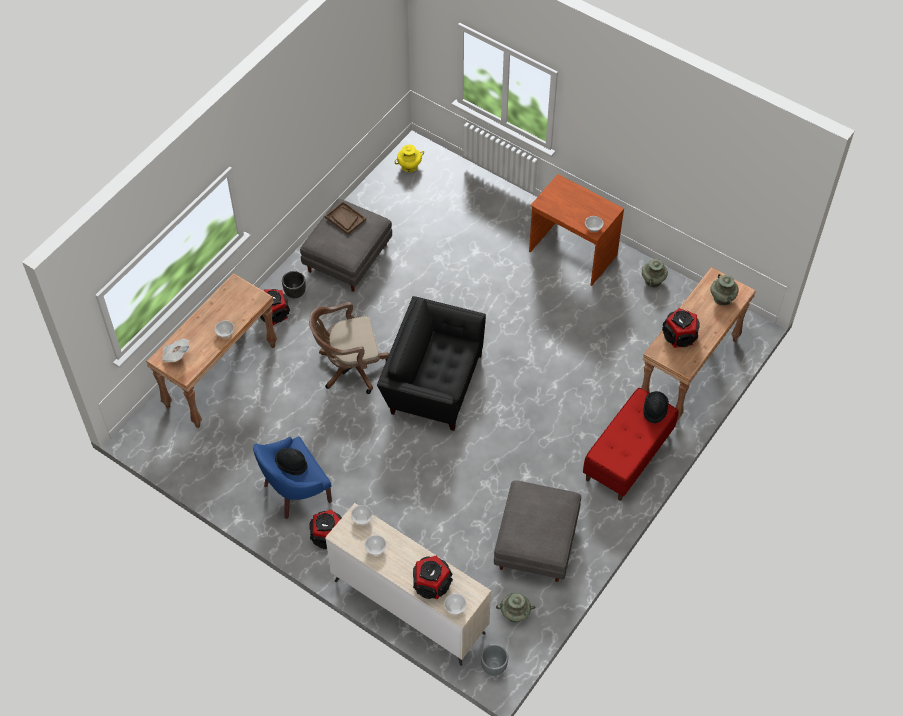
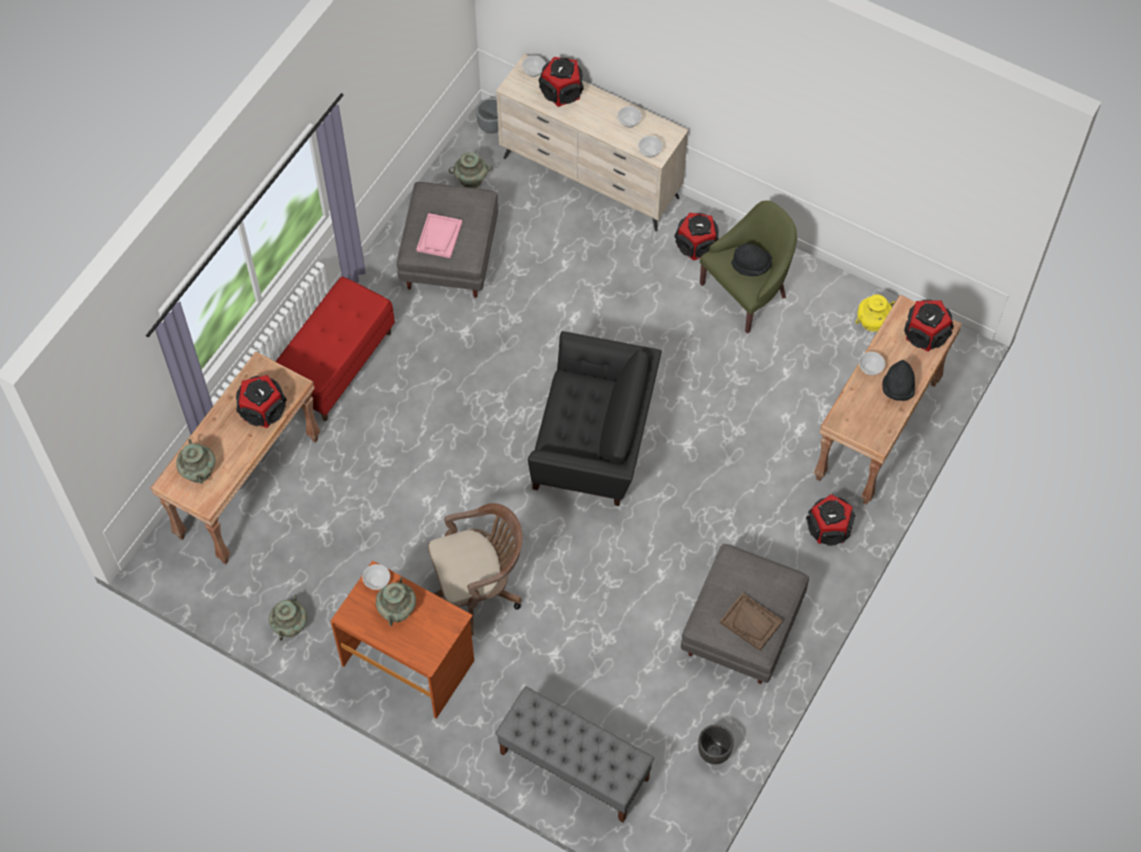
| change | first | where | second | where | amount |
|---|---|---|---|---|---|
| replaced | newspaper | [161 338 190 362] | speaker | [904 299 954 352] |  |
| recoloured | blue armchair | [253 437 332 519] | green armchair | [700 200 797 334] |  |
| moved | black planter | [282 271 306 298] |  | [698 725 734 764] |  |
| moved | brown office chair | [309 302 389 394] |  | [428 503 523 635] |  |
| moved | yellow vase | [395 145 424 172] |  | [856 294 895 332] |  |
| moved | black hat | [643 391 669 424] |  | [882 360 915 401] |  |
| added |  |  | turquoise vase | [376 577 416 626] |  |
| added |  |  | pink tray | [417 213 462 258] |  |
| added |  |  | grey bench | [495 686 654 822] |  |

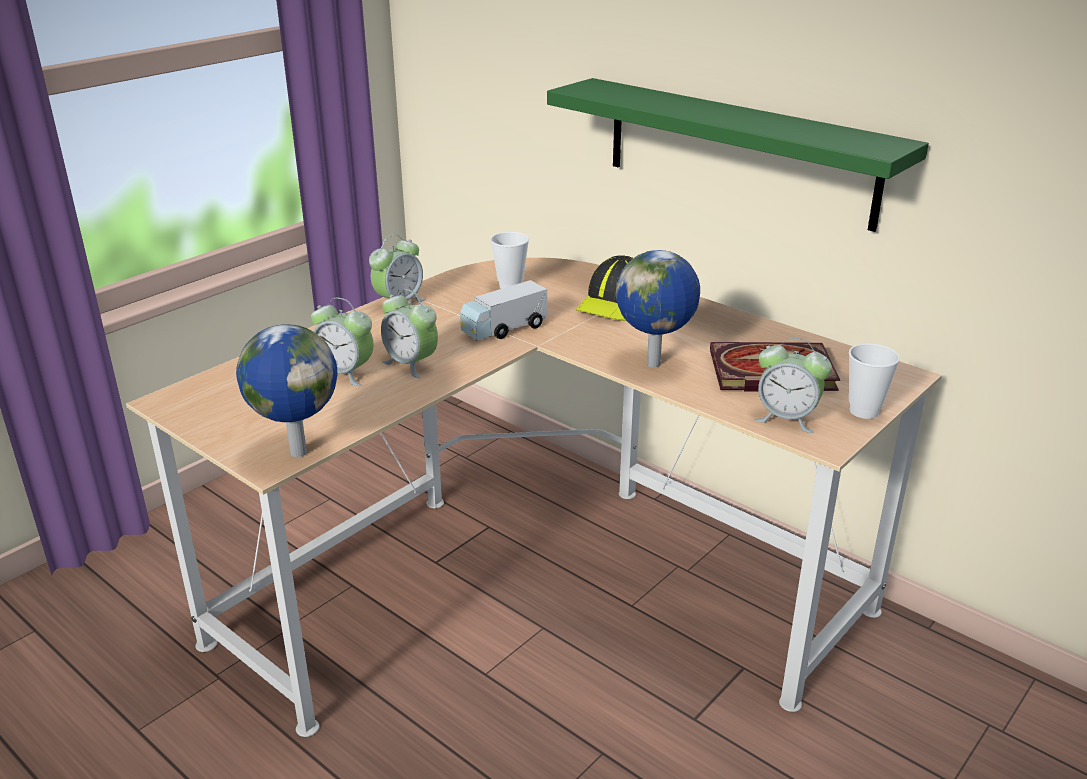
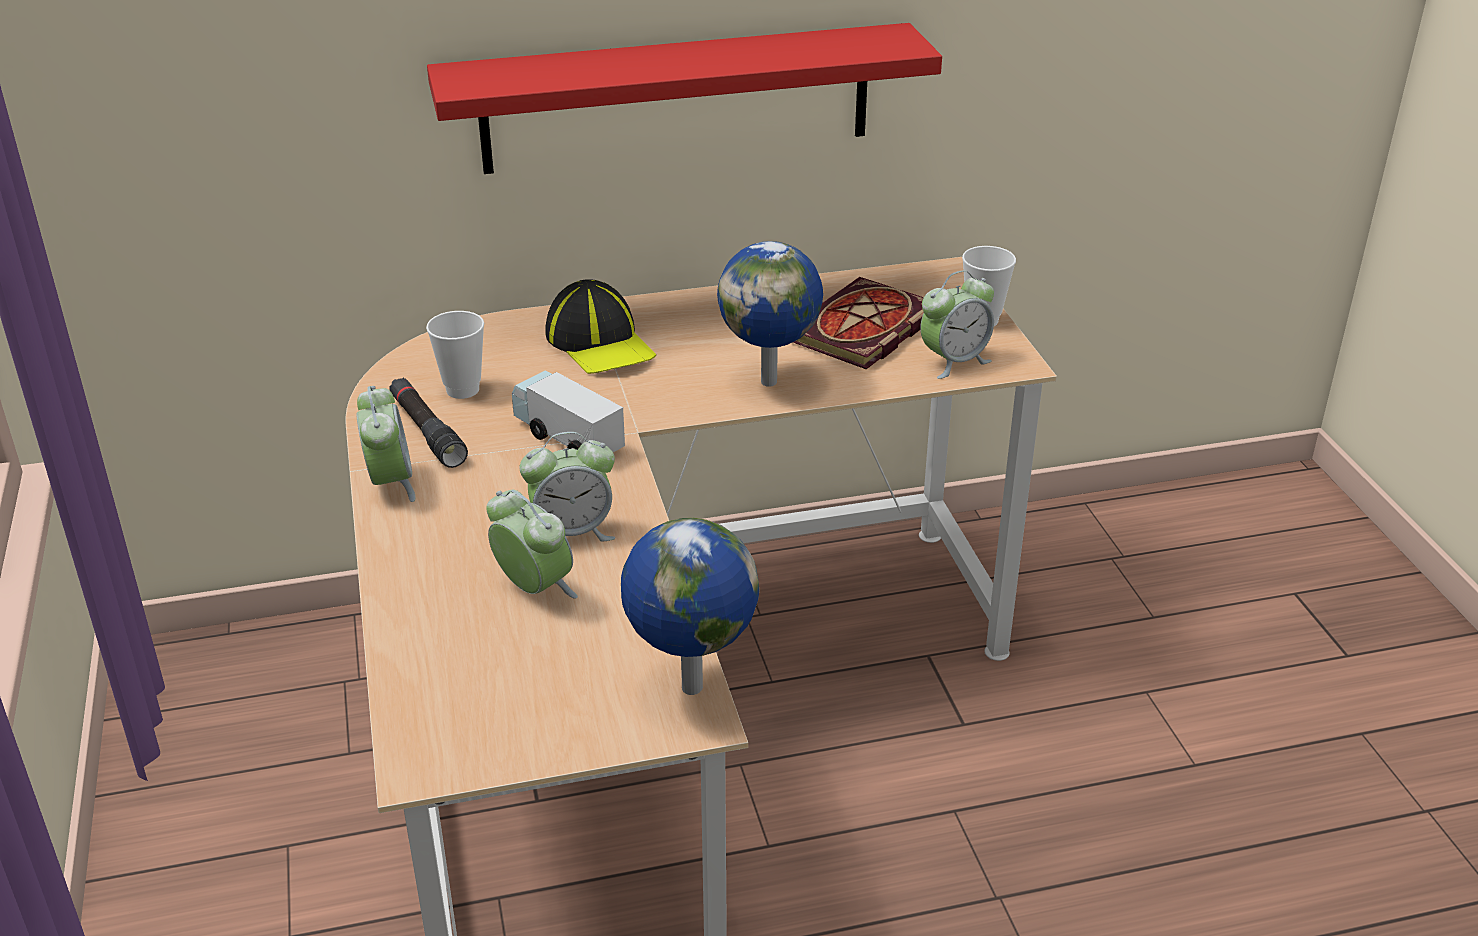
| change | first | where | second | where | amount |
|---|---|---|---|---|---|
| turned | alarm clock | [311 298 373 386] |  | [486 490 578 599] | 105 degrees counterclockwise |
| turned | toy truck | [460 280 547 340] |  | [512 370 625 452] | 135 degrees clockwise |
| recoloured | green shelf | [547 78 929 232] | red shelf | [427 23 942 174] |  |
| added |  |  | black flashlight | [389 378 468 468] |  |

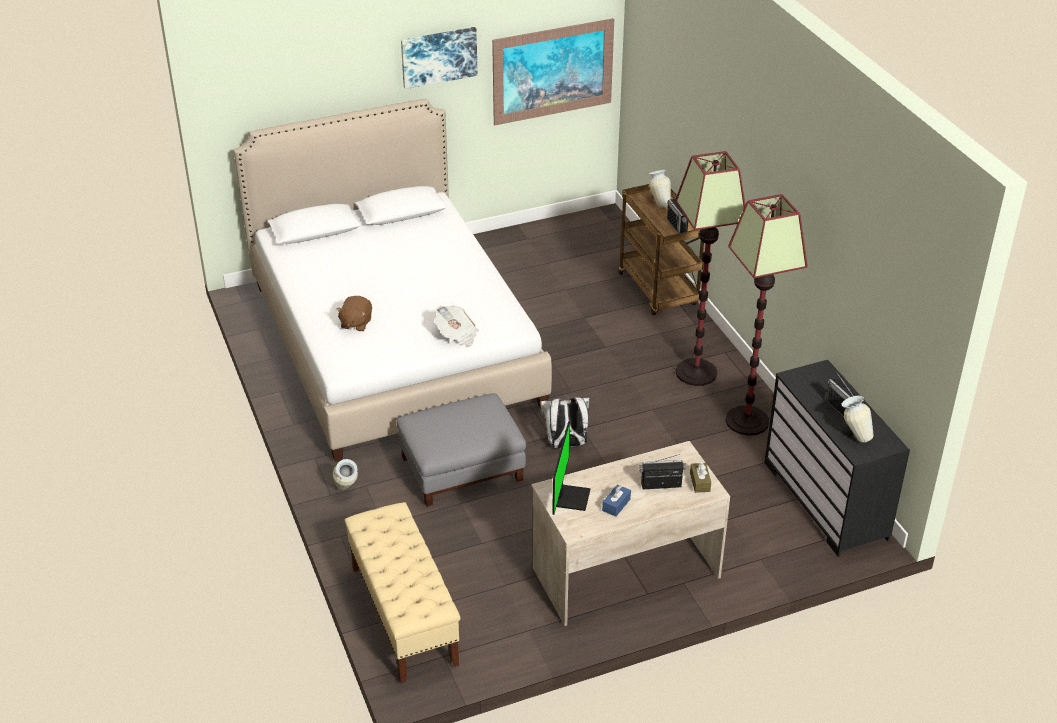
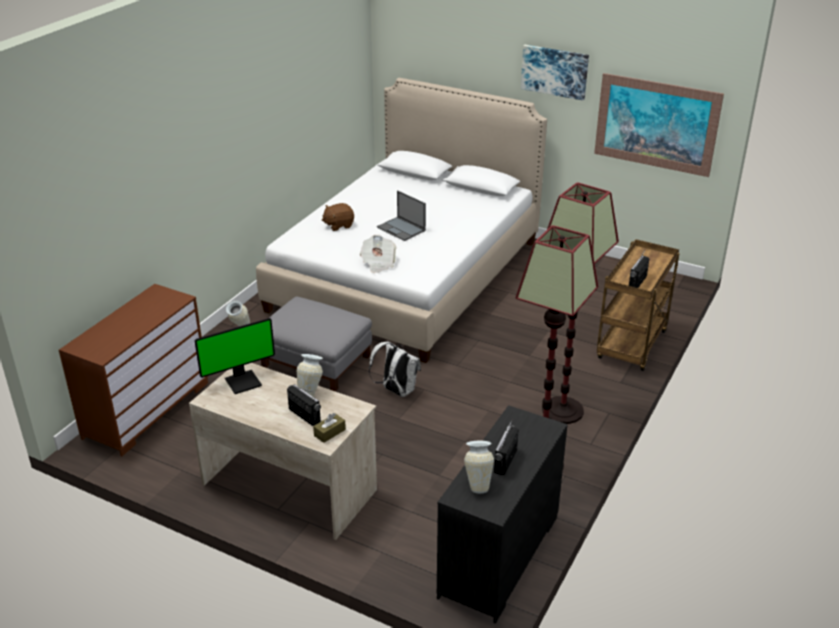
| change | first | where | second | where | amount |
|---|---|---|---|---|---|
| replaced | beige bench | [345 502 460 683] | brown dresser | [59 284 208 456] |  |
| removed | blue tissue box | [602 484 631 517] |  |  |  |
| moved | vase | [649 170 671 208] |  | [297 354 323 397] |  |
| added |  |  | laptop | [377 190 426 241] |  |

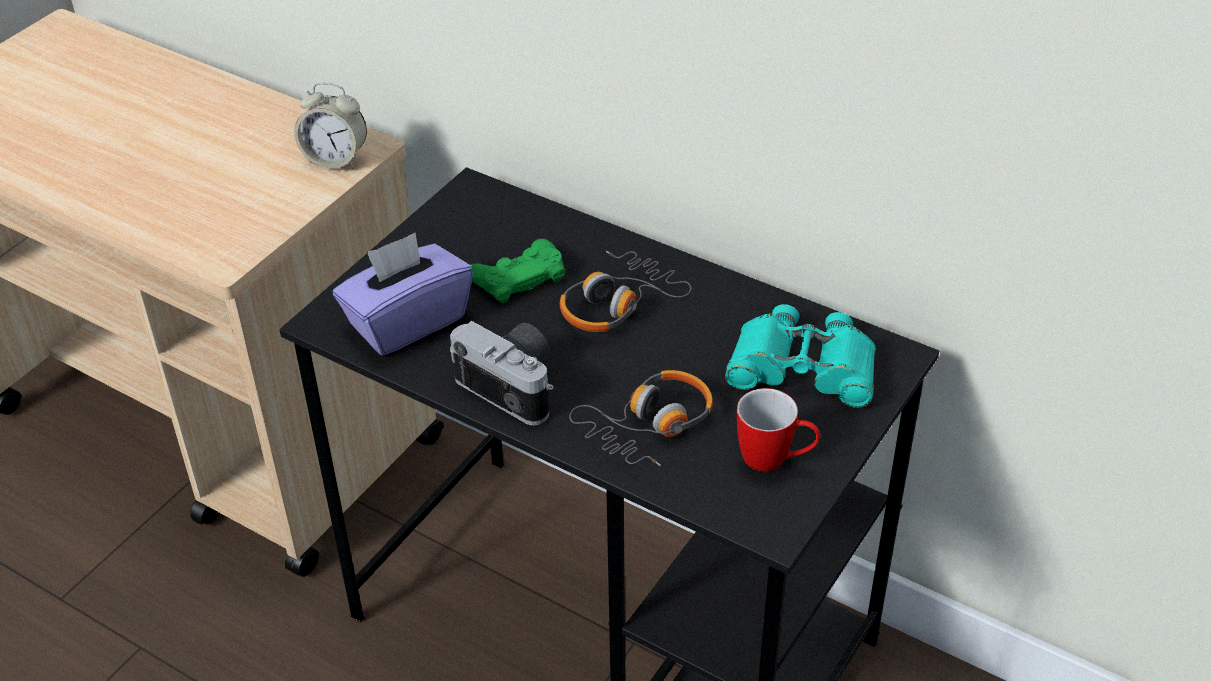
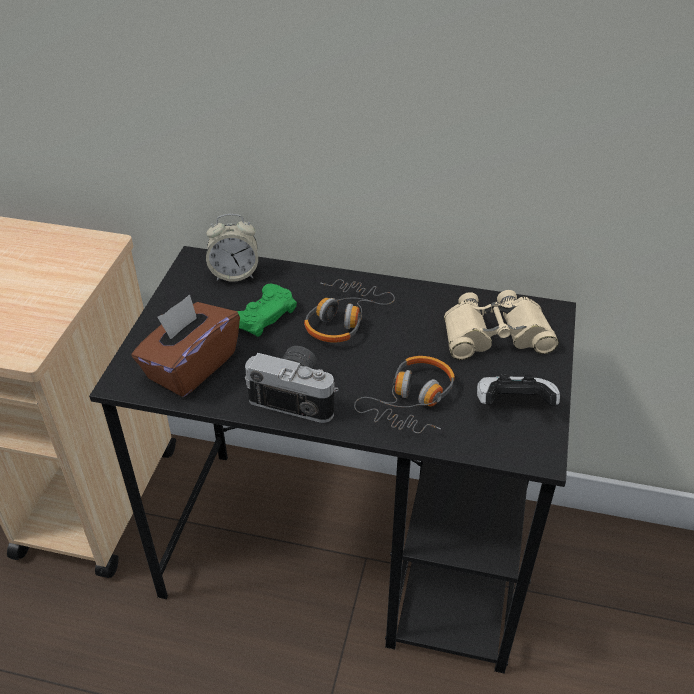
| change | first | where | second | where | amount |
|---|---|---|---|---|---|
| moved | alarm clock | [294 82 367 169] |  | [206 214 258 282] |  |
| recoloured | purple tissue box | [333 233 473 356] | brown tissue box | [132 294 240 397] |  |
| recoloured | turquoise binoculars | [725 304 876 408] | beige binoculars | [444 290 559 360] |  |
| replaced | mug | [737 388 821 472] | game controller | [477 375 560 406] |  |

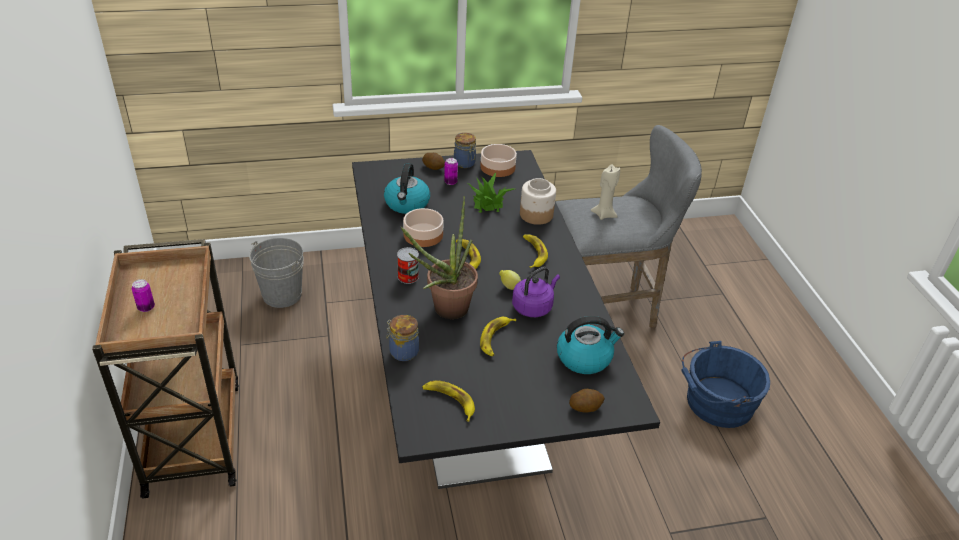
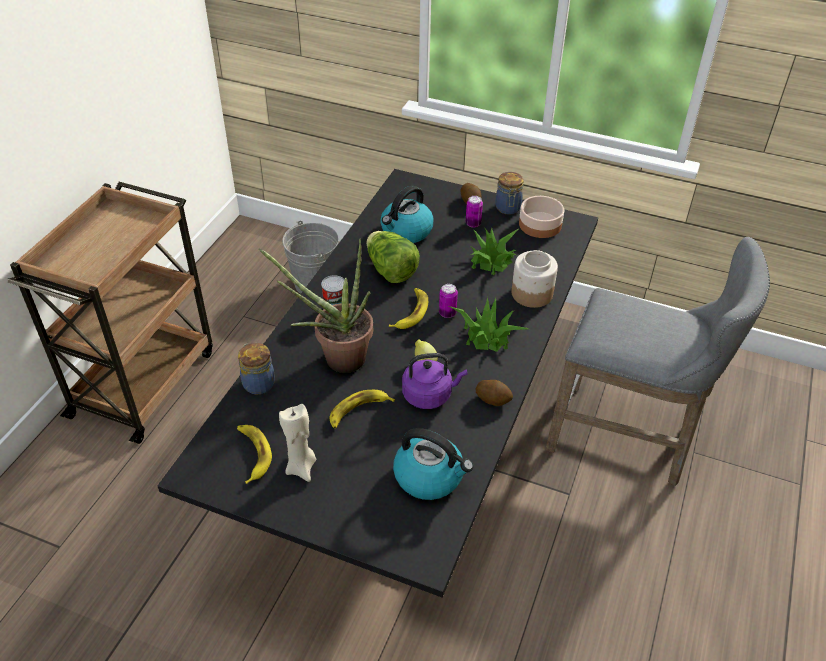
| change | first | where | second | where | amount |
|---|---|---|---|---|---|
| moved | can | [132 279 155 312] |  | [439 284 458 318] |  |
| replaced | bowl | [403 208 444 247] | lettuce | [366 231 420 283] |  |
| replaced | banana | [523 235 548 268] | potted plant | [449 298 528 352] |  |
| moved | potato | [569 389 605 412] |  | [476 380 513 406] |  |
| moved | beige candle | [591 165 620 220] |  | [279 404 316 482] |  |
| removed | blue bucket | [682 341 770 428] |  |  |  |

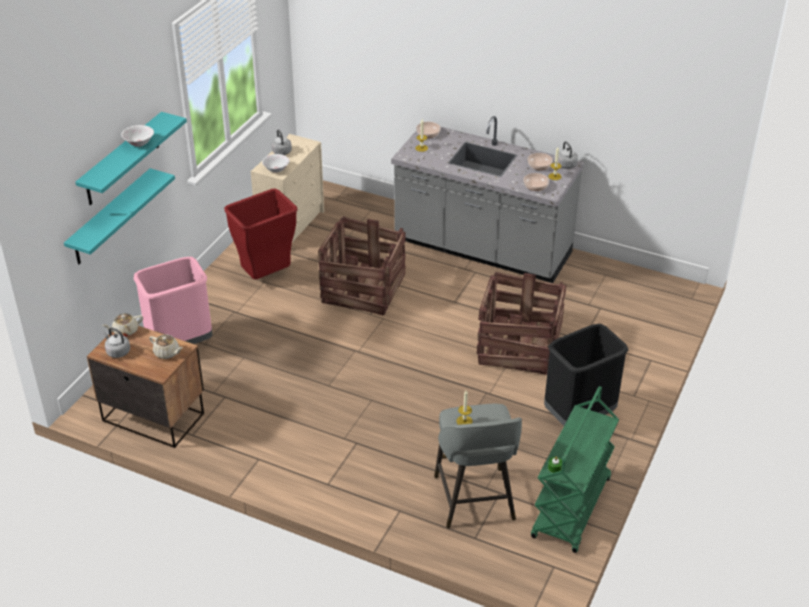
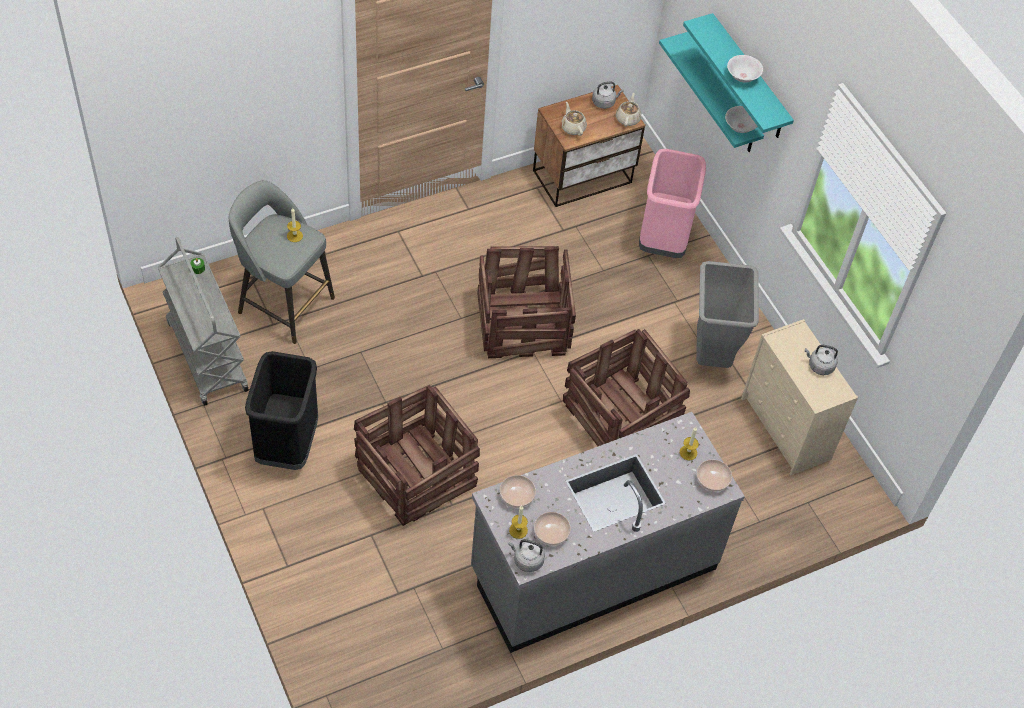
| change | first | where | second | where | amount |
|---|---|---|---|---|---|
| turned | beige teapot | [149 335 183 359] |  | [561 102 587 136] | 90 degrees clockwise |
| recoloured | red trash can | [224 189 298 279] | grey trash can | [696 261 759 368] |  |
| moved | white bowl | [262 154 290 173] |  | [725 106 758 133] |  |
| recoloured | green cart | [531 386 619 553] | grey cart | [158 237 249 406] |  |
| added |  |  | crate | [478 246 576 358] |  |

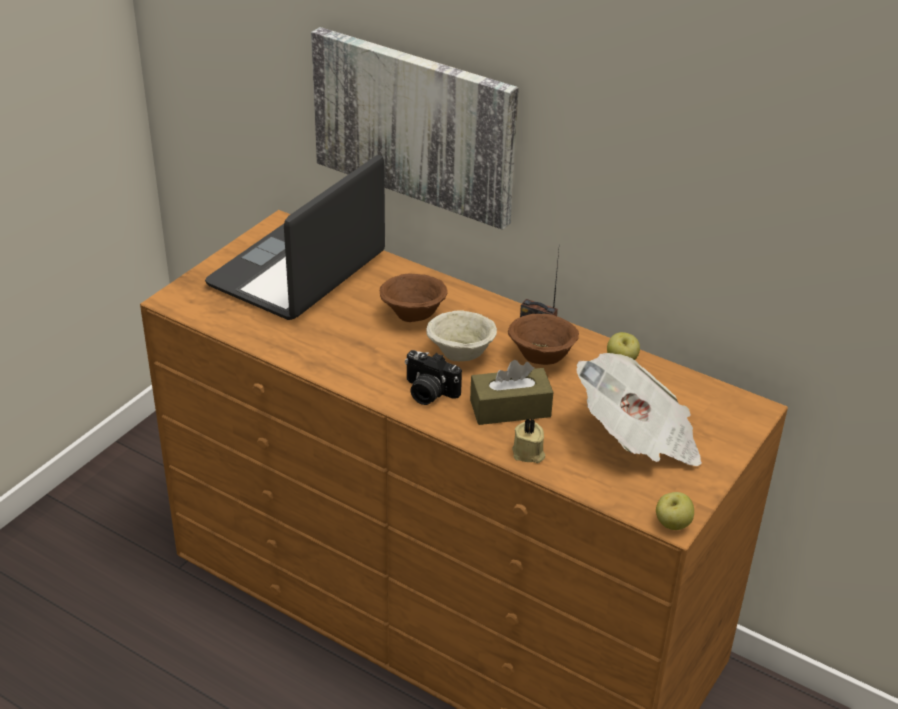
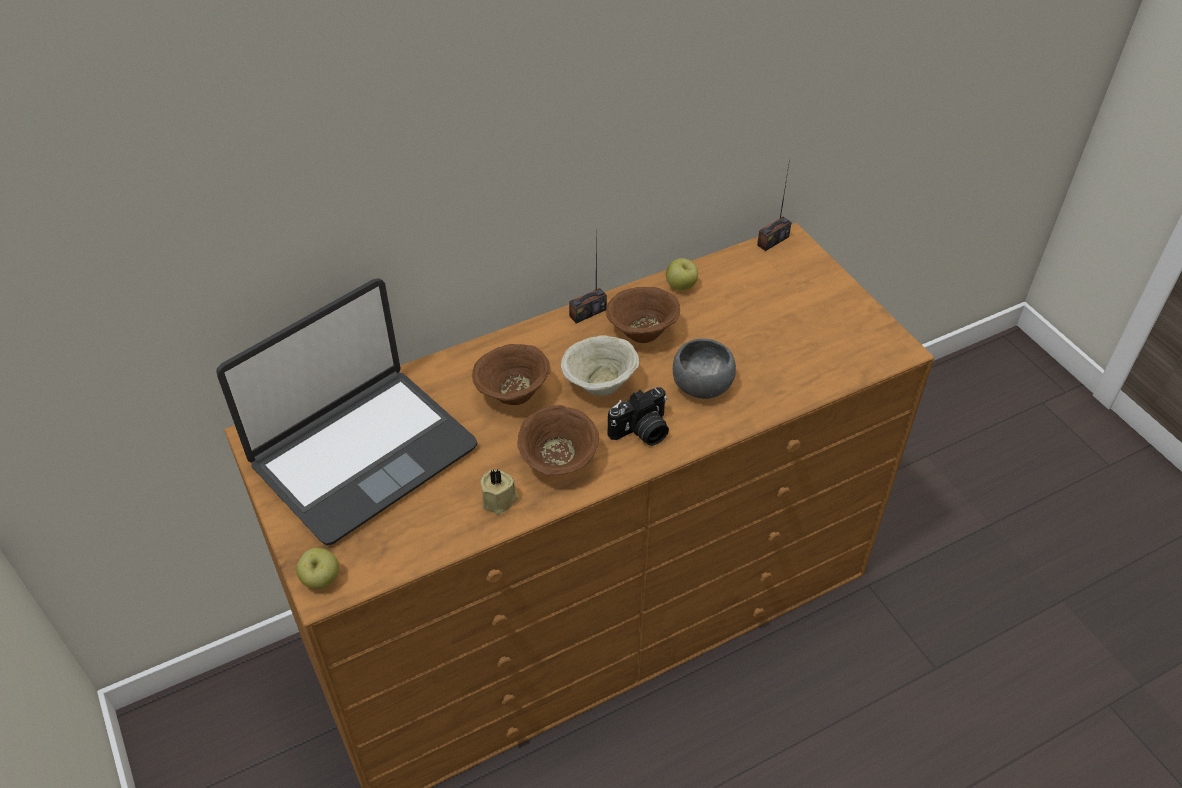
| change | first | where | second | where | amount |
|---|---|---|---|---|---|
| turned | laptop | [205 155 385 320] |  | [216 278 477 545] | 105 degrees counterclockwise |
| removed | picture | [311 27 519 230] |  |  |  |
| replaced | brown tissue box | [470 360 553 425] | grey bowl | [673 338 736 399] |  |
| moved | beige candle | [512 418 545 463] |  | [480 470 518 515] |  |
| removed | newspaper | [576 353 702 466] |  |  |  |
| moved | apple | [656 492 694 530] |  | [296 548 339 589] |  |
| added |  |  | brown bowl | [517 405 599 475] |  |
| added |  |  | radio | [757 159 792 251] |  |

